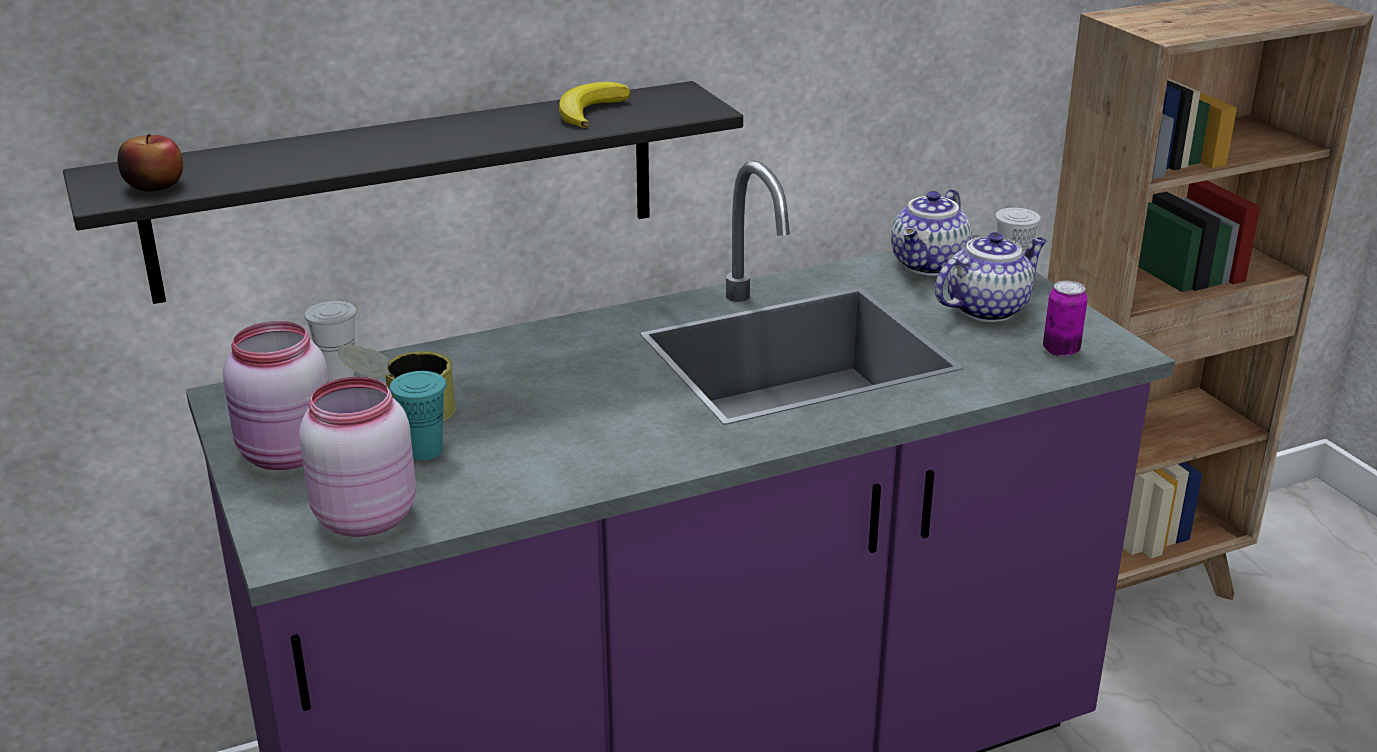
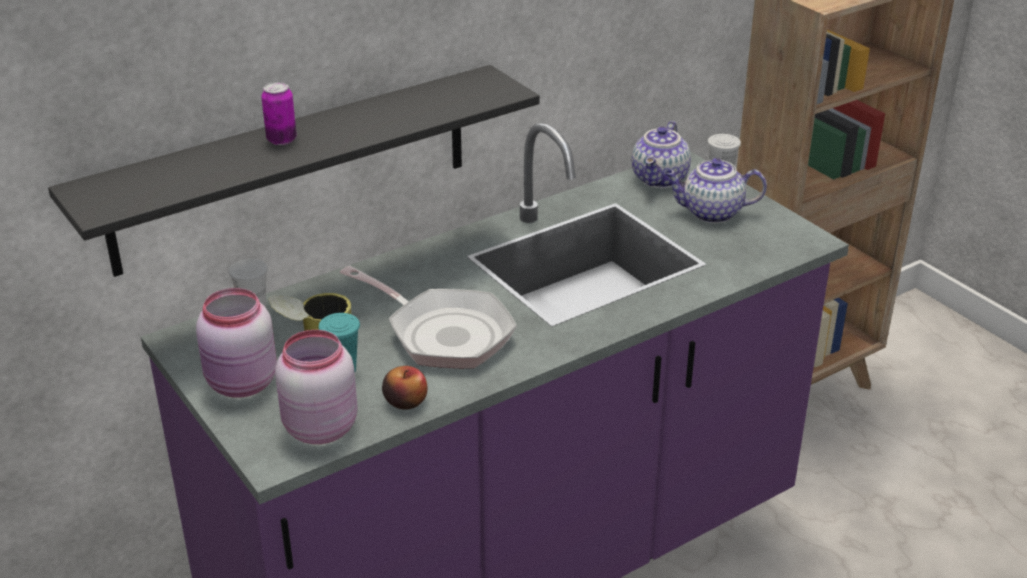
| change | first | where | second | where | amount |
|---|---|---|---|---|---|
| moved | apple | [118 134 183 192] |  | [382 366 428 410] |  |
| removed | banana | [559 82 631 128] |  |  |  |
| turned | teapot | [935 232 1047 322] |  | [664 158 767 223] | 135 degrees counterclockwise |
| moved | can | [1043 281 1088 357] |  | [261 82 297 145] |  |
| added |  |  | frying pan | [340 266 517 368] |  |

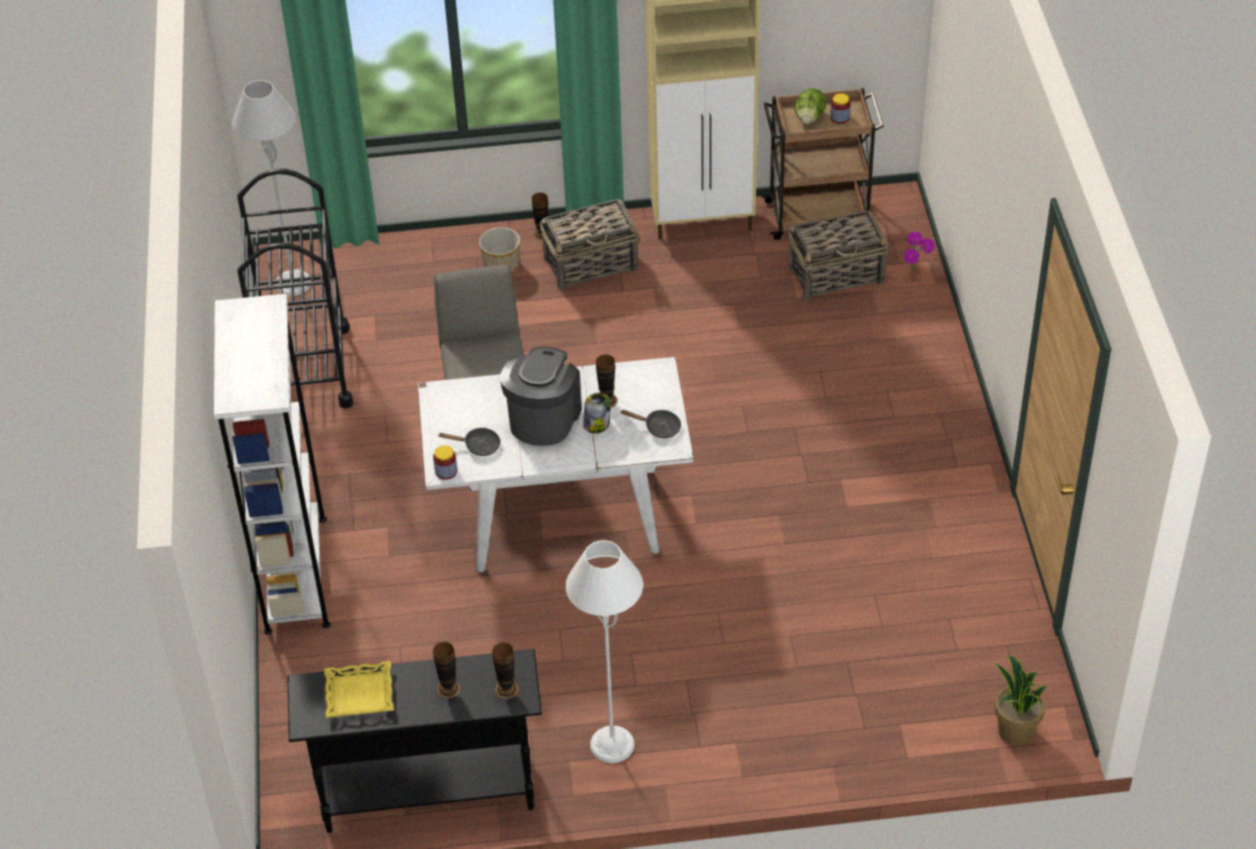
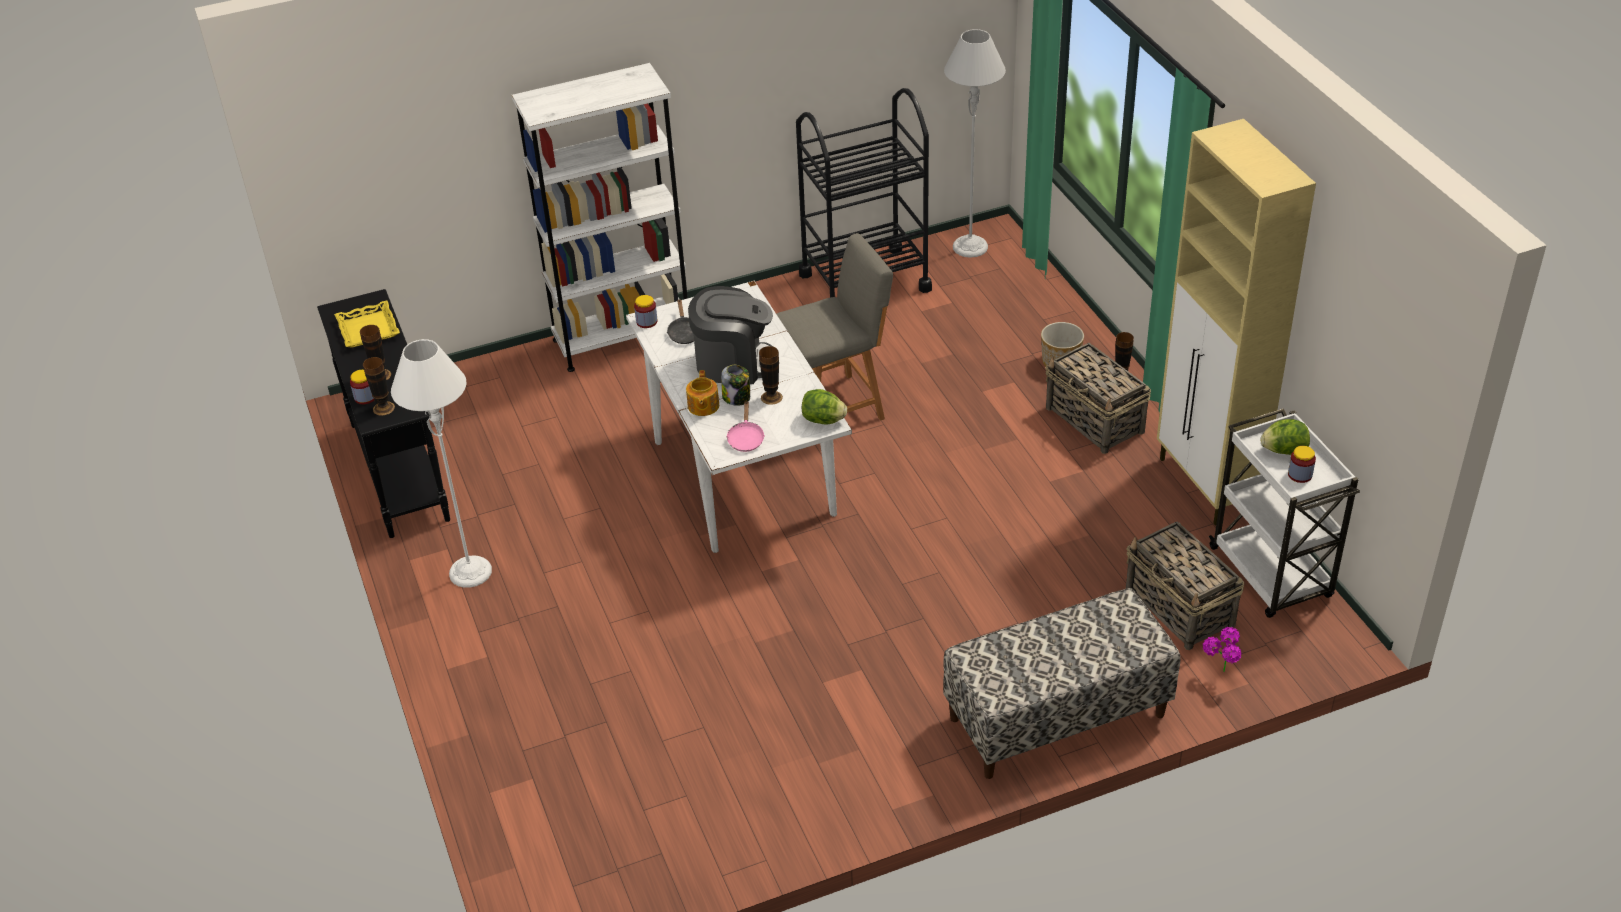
| change | first | where | second | where | amount |
|---|---|---|---|---|---|
| recoloured | black frying pan | [620 410 681 438] | pink frying pan | [726 401 765 452] |  |
| recoloured | brown cart | [761 88 884 240] | white cart | [1208 408 1360 618] |  |
| removed | potted plant | [994 655 1047 746] |  |  |  |
| added |  |  | jar | [350 370 374 404] |  |
| added |  |  | teapot | [686 370 719 416] |  |
| added |  |  | lettuce | [802 389 847 424] |  |
| added |  |  | bench | [943 588 1181 779] |  |

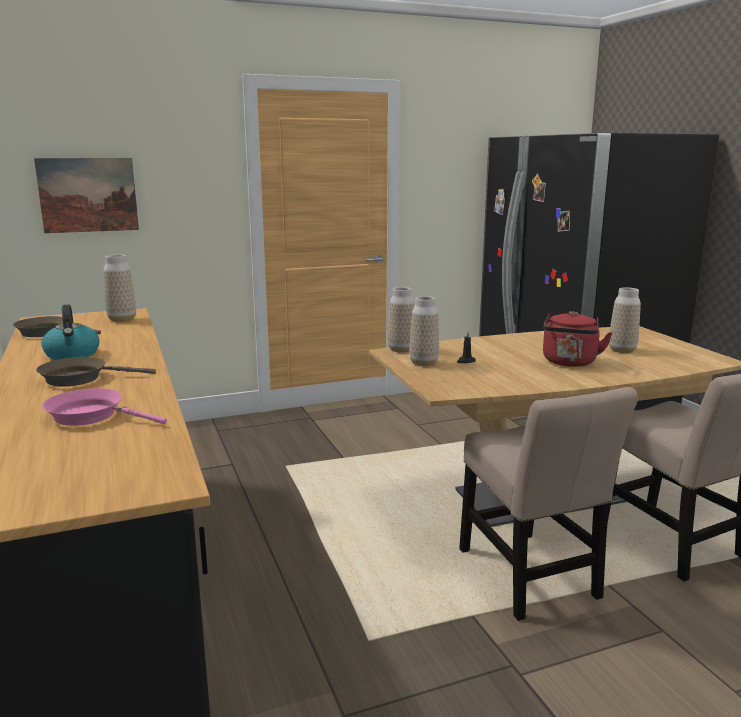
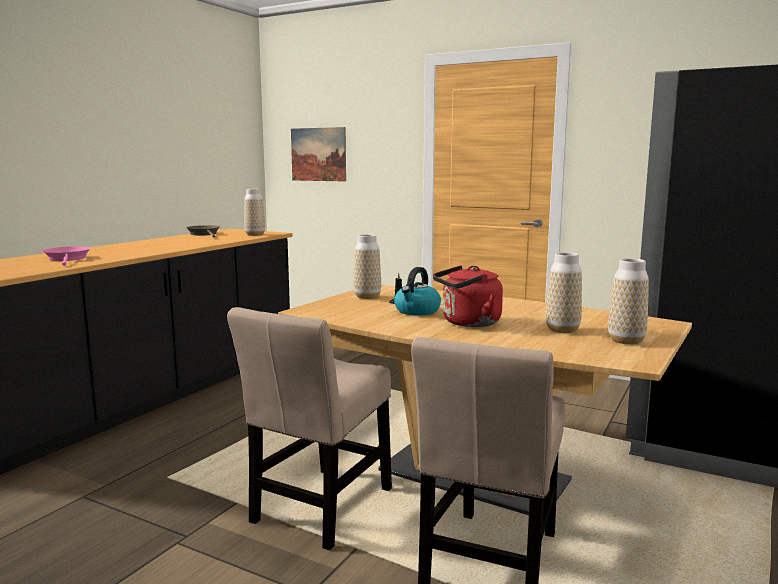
| change | first | where | second | where | amount |
|---|---|---|---|---|---|
| removed | brown frying pan | [36 357 156 387] |  |  |  |
| moved | kettle | [41 305 100 360] |  | [394 267 441 315] |  |
| moved | vase | [388 287 415 353] |  | [608 258 649 344] |  |

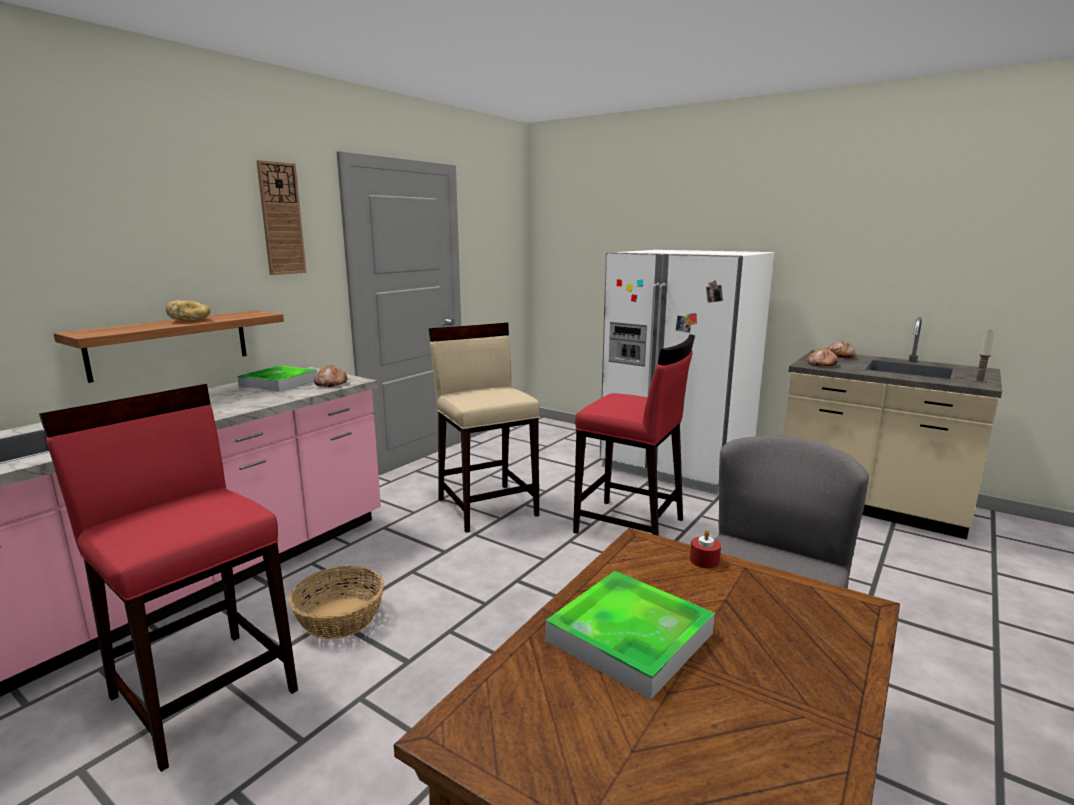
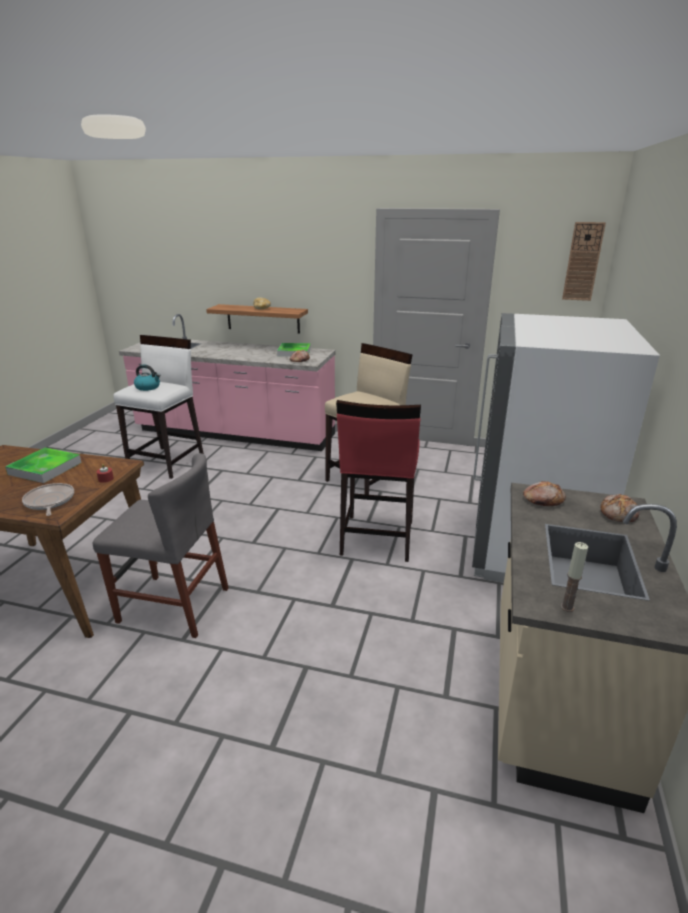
| change | first | where | second | where | amount |
|---|---|---|---|---|---|
| recoloured | red stool | [39 384 298 772] | white stool | [113 335 204 479] |  |
| moved | wall clock | [256 160 307 275] |  | [562 222 606 301] |  |
| removed | basket | [288 566 384 639] |  |  |  |
| added |  |  | frying pan | [22 483 74 516] |  |
| added |  |  | kettle | [134 365 160 391] |  |

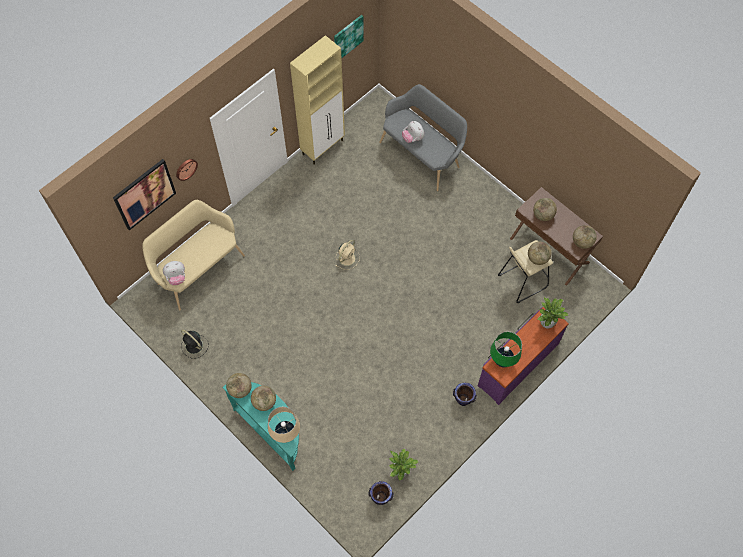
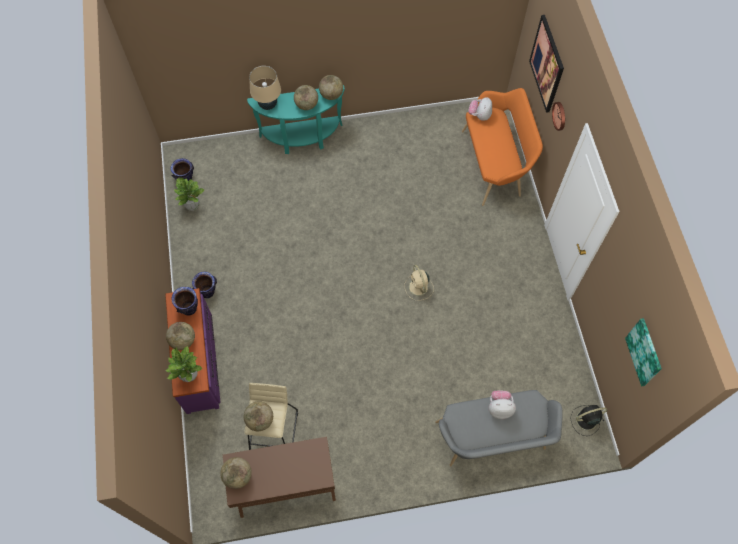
| change | first | where | second | where | amount |
|---|---|---|---|---|---|
| recoloured | beige bench | [142 200 245 311] | orange bench | [462 88 543 206] |  |
| moved | black fan | [181 330 209 359] |  | [570 405 608 436] |  |
| removed | beige cabinet | [290 35 345 164] |  |  |  |
| replaced | green table lamp | [490 332 522 367] | vase | [171 287 198 315] |  |
| moved | globe | [533 198 557 221] |  | [166 322 195 350] |  |

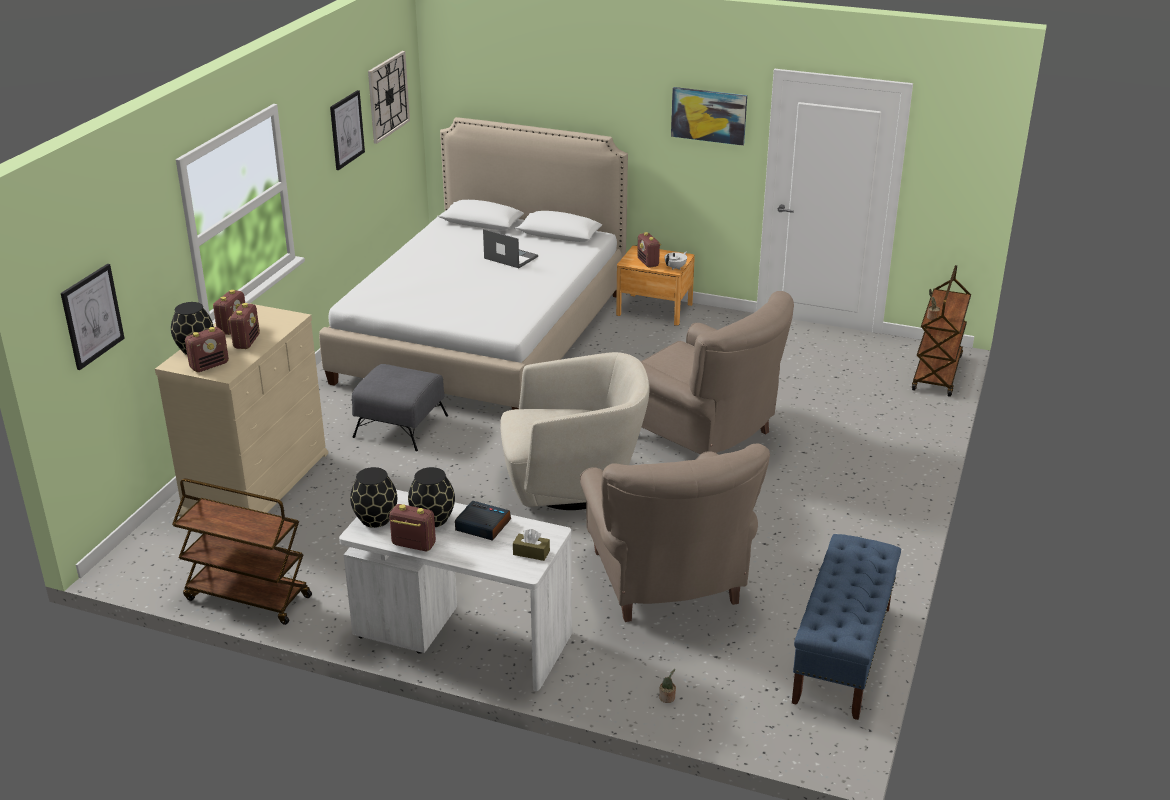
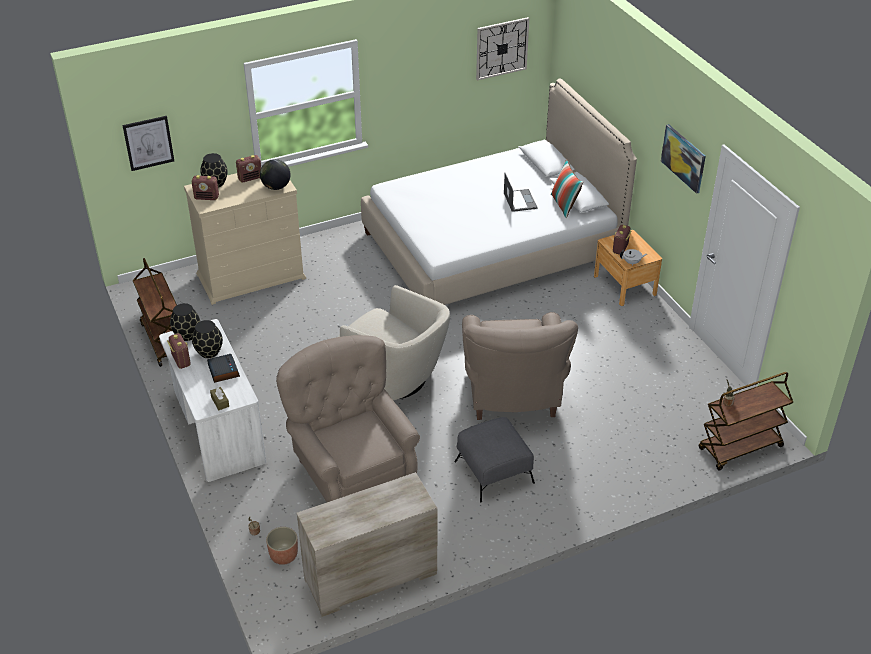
| change | first | where | second | where | amount |
|---|---|---|---|---|---|
| removed | radio | [228 303 260 349] |  |  |  |
| removed | picture | [330 90 365 170] |  |  |  |
| moved | grey ottoman | [352 364 448 451] |  | [454 417 535 502] |  |
| turned | beige armchair | [580 444 770 622] |  | [276 335 420 502] | 120 degrees clockwise |
| replaced | blue bench | [792 534 901 720] | beige dresser | [296 472 437 617] |  |
| added |  |  | globe | [260 159 291 190] |  |
| added |  |  | planter | [266 527 298 565] |  |
| added |  |  | pillow | [551 159 583 218] |  |

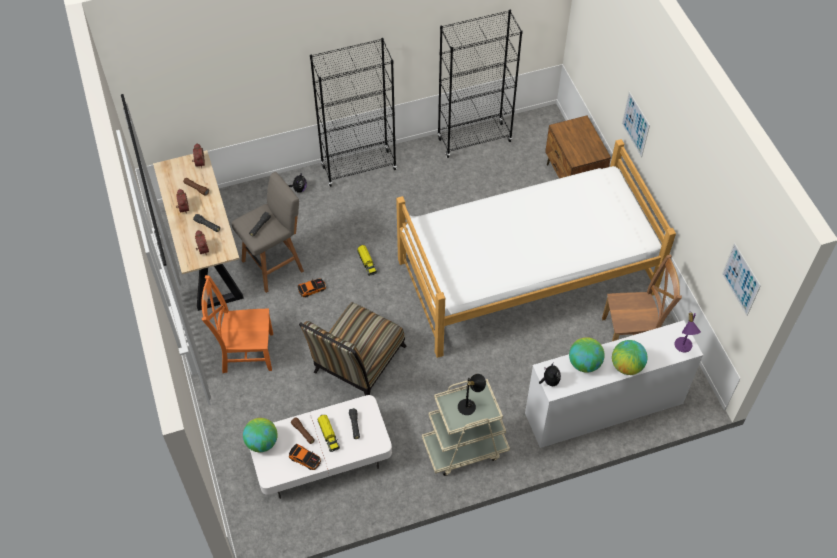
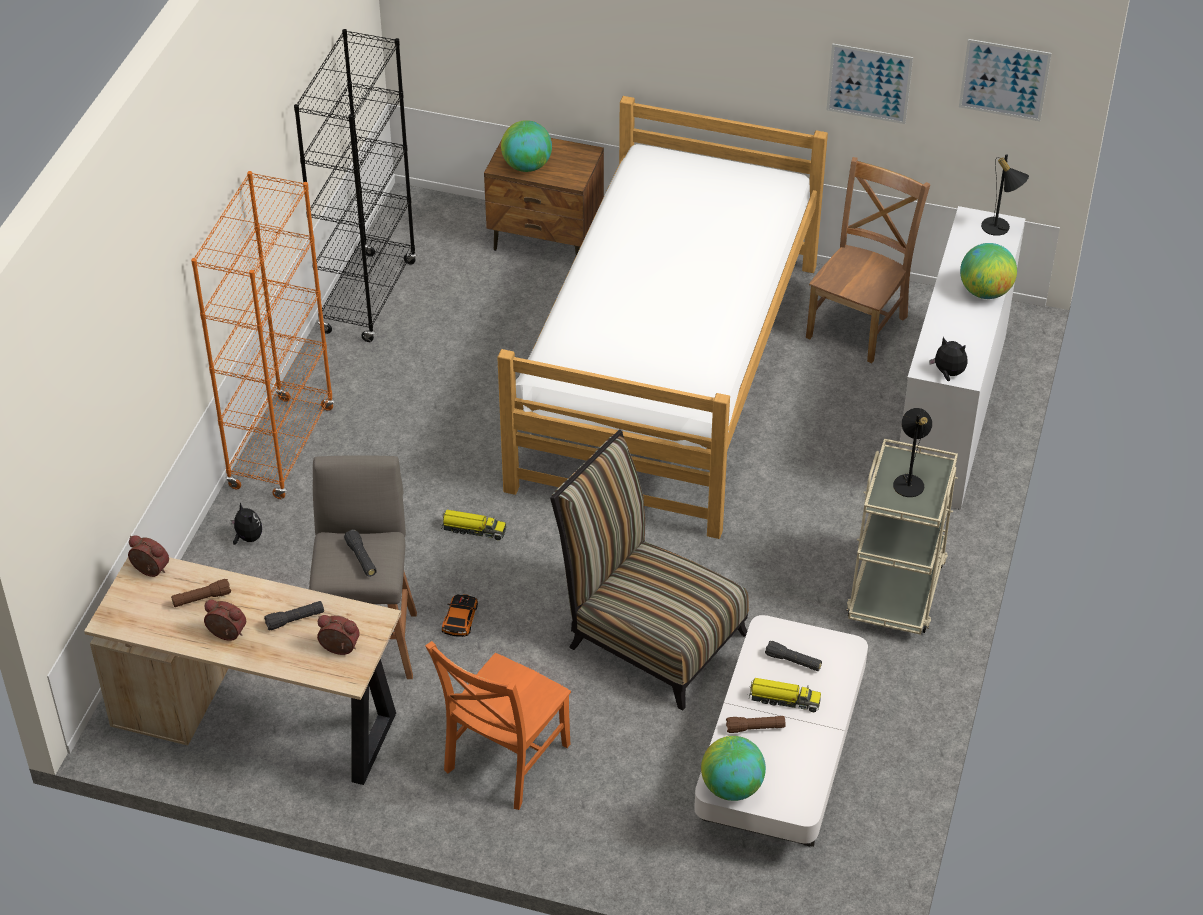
| change | first | where | second | where | amount |
|---|---|---|---|---|---|
| removed | toy car | [289 444 321 470] |  |  |  |
| turned | chair | [299 302 406 396] |  | [550 429 749 711] | 150 degrees clockwise |
| recoloured | black bookcase | [310 38 397 187] | orange bookcase | [191 171 335 499] |  |
| moved | globe | [569 337 604 373] |  | [501 120 552 172] |  |
| moved | picture | [622 91 650 158] |  | [827 43 913 124] |  |
| recoloured | purple table lamp | [674 311 701 352] | black table lamp | [981 154 1029 236] |  |

